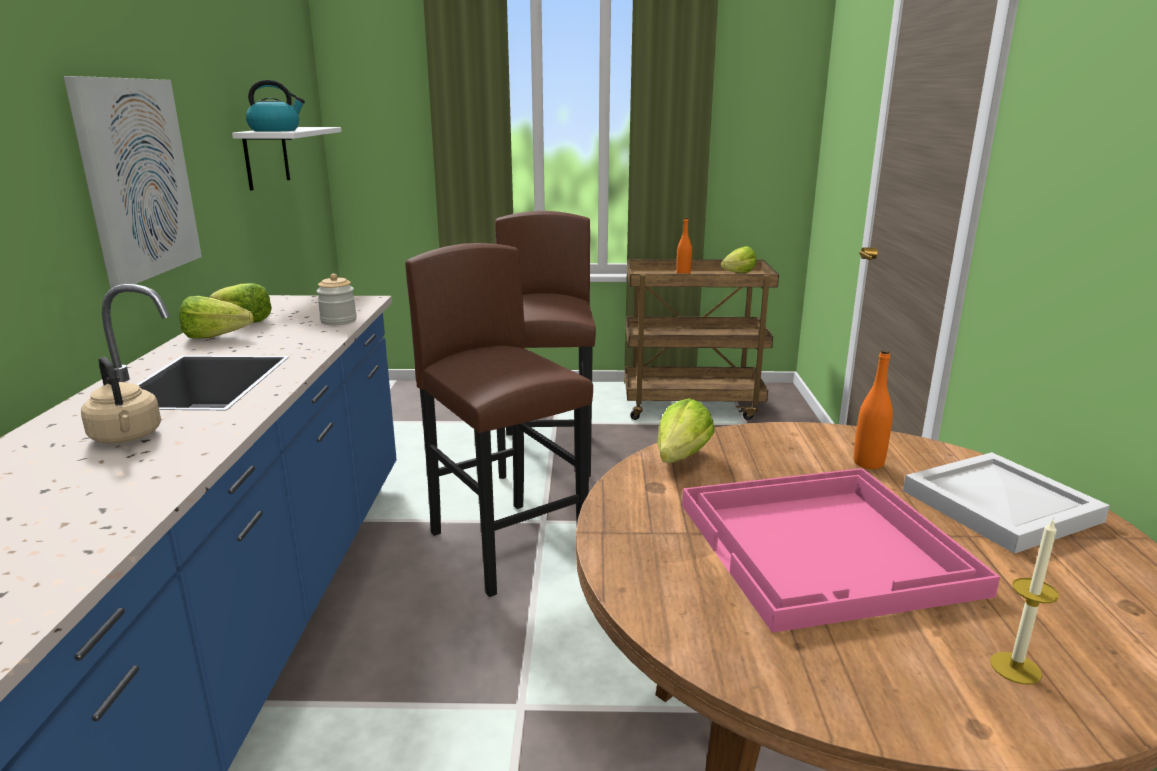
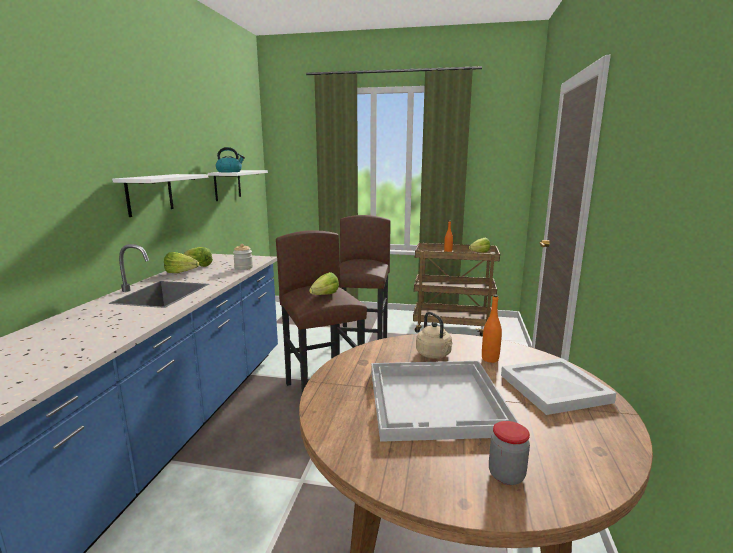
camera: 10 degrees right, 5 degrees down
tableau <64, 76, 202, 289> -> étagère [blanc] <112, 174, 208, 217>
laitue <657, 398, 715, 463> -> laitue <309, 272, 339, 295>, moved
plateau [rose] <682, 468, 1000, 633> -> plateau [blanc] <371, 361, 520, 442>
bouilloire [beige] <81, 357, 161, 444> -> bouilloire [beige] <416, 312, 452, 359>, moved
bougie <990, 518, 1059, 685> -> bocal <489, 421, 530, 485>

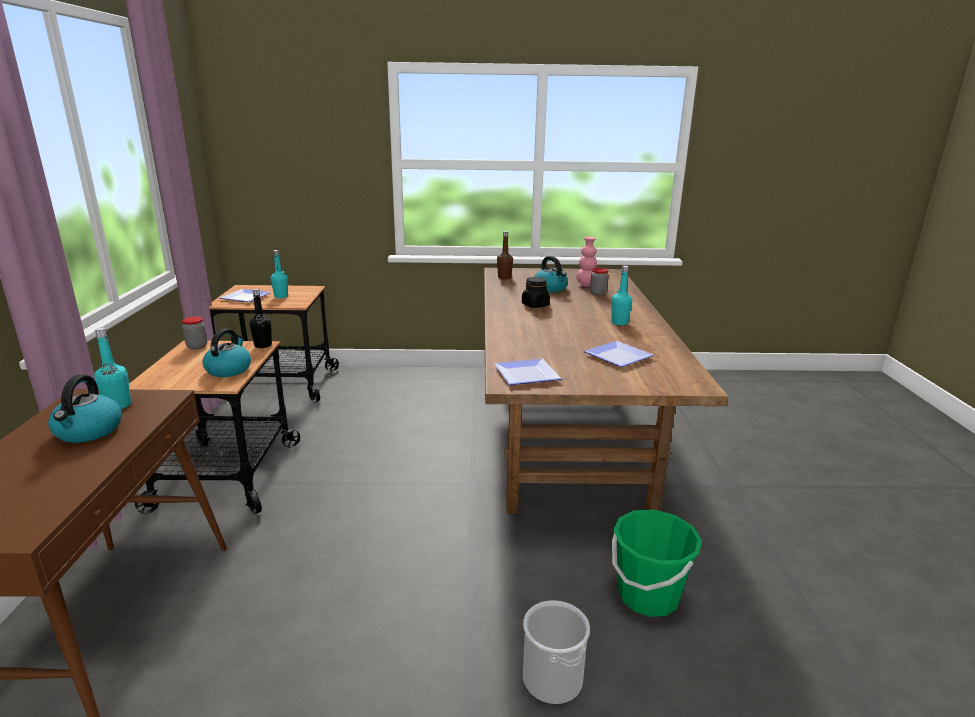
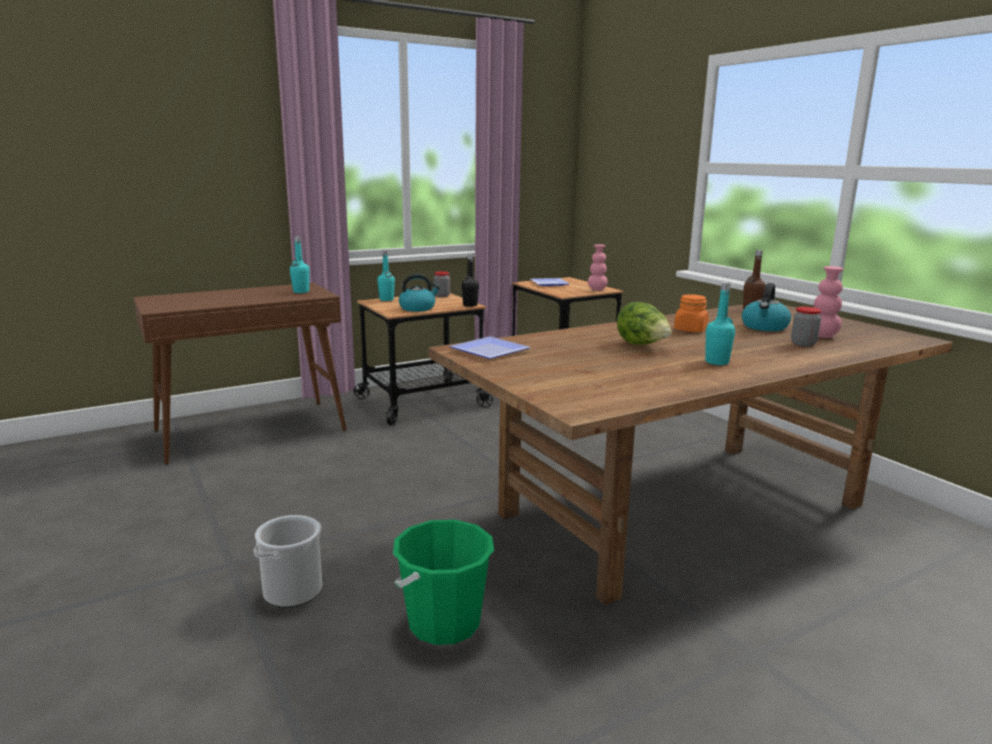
camera: 60 degrees right, 5 degrees down
bouteille [turquoise] <271, 250, 288, 298> -> bouteille [turquoise] <377, 250, 395, 301>, moved
none -> vase [rose] <588, 244, 608, 291>
none -> laitue <617, 302, 672, 345>
bocal [noir] <522, 277, 550, 308> -> bocal [orange] <674, 294, 709, 332>
bouilloire <48, 375, 122, 443> -> none
assiette <584, 341, 654, 367> -> none

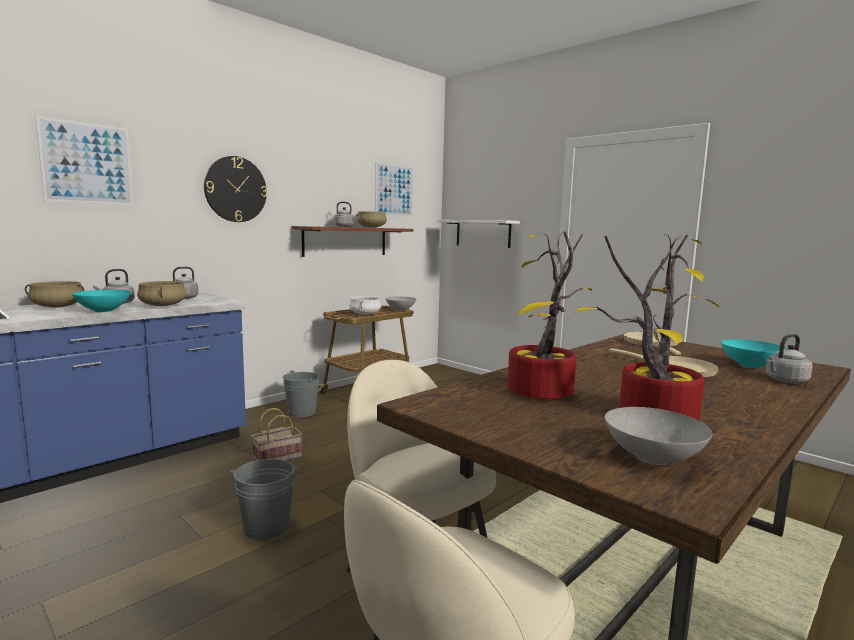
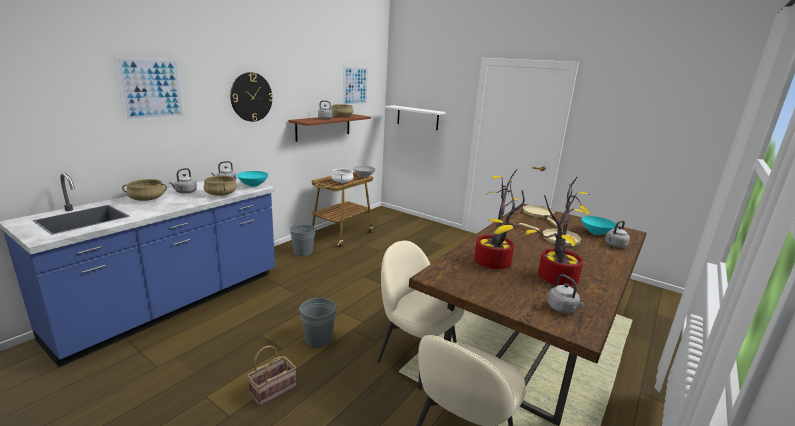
camera: 10 degrees left, 10 degrees up
bol [turquoise] <72, 290, 131, 312> -> bol [turquoise] <237, 171, 268, 187>, moved
panier <251, 408, 302, 461> -> panier <247, 345, 296, 406>, moved
bol [gris] <605, 407, 713, 465> -> bouilloire [gris] <547, 274, 585, 313>

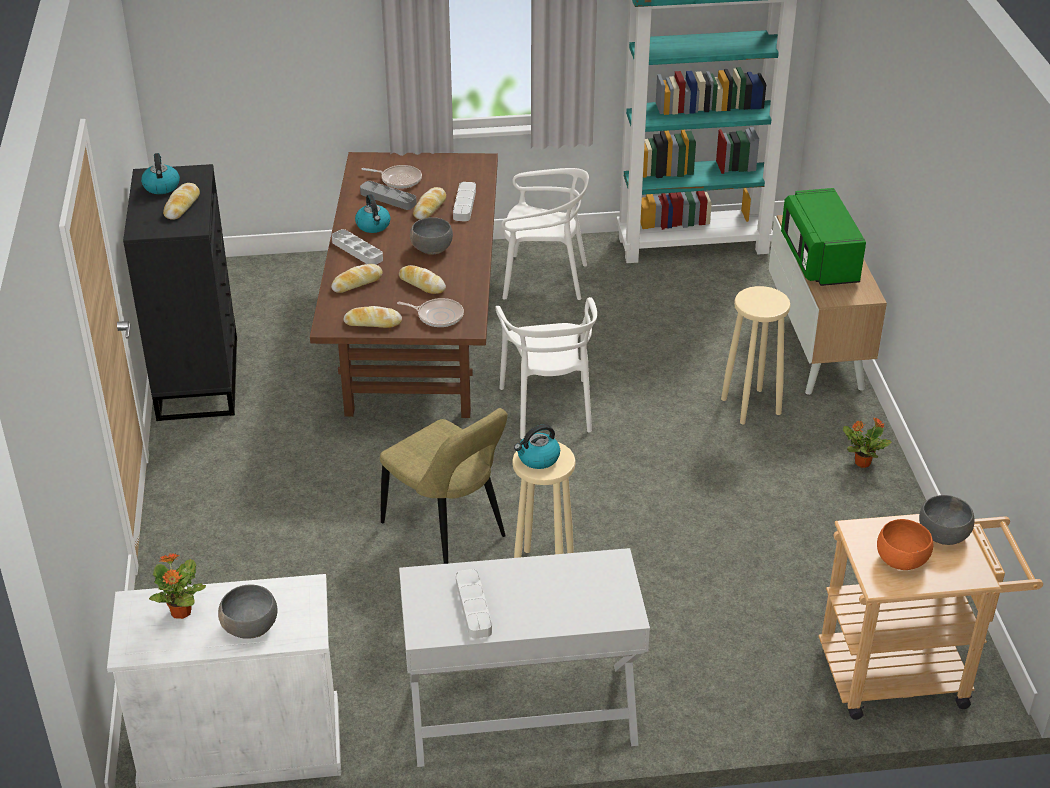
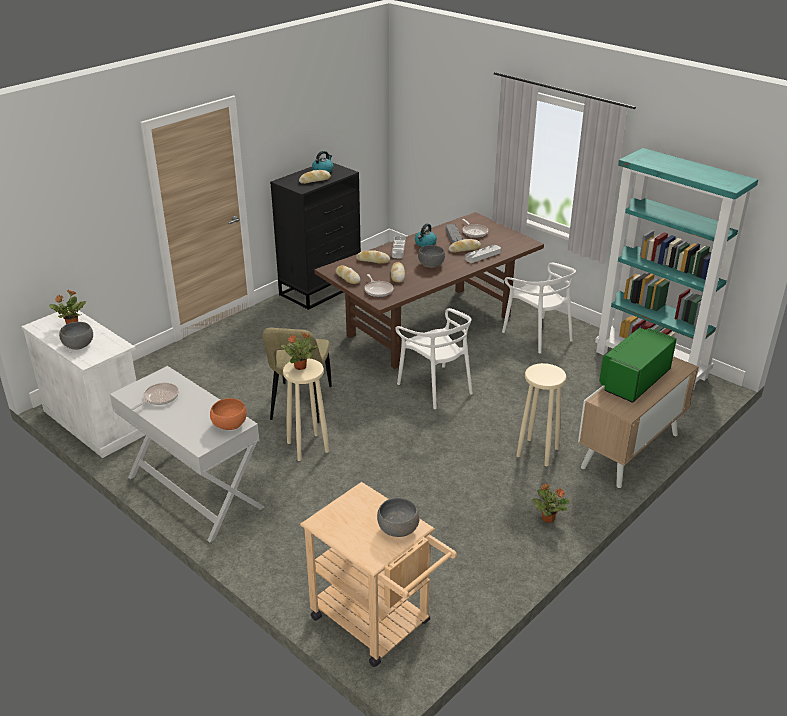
camera: 50 degrees right, 5 degrees down
plateau [gris] <456, 569, 492, 639> -> poêle <131, 383, 179, 410>
bol [orange] <877, 519, 933, 570> -> bol [orange] <210, 398, 247, 430>, moved
bouilloire <514, 424, 560, 469> -> plante en pot <281, 332, 318, 370>
chaise [blanc] <495, 297, 597, 439> -> chaise [blanc] <395, 308, 473, 409>, 75 degrees counterclockwise

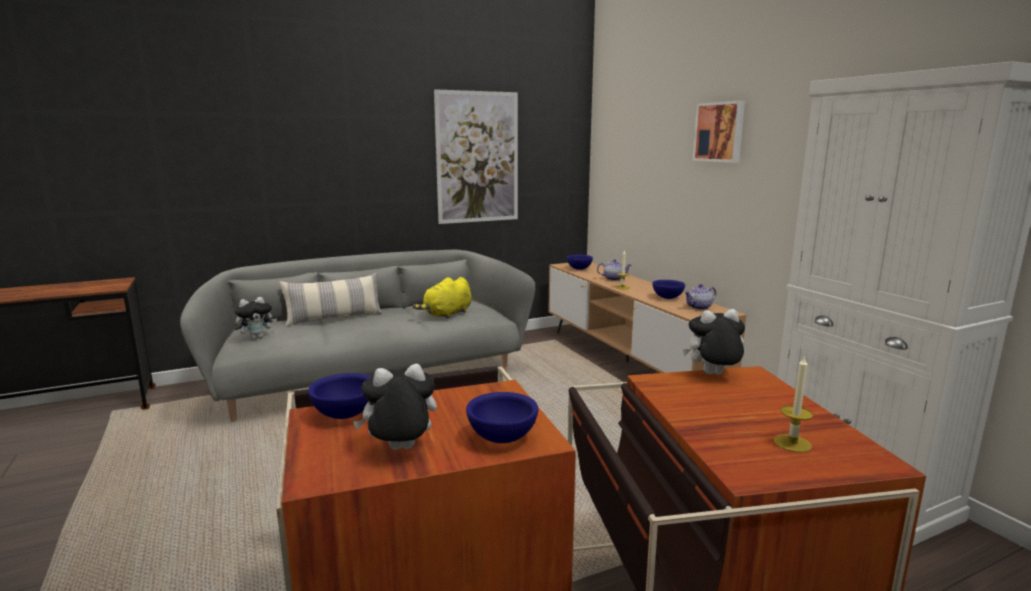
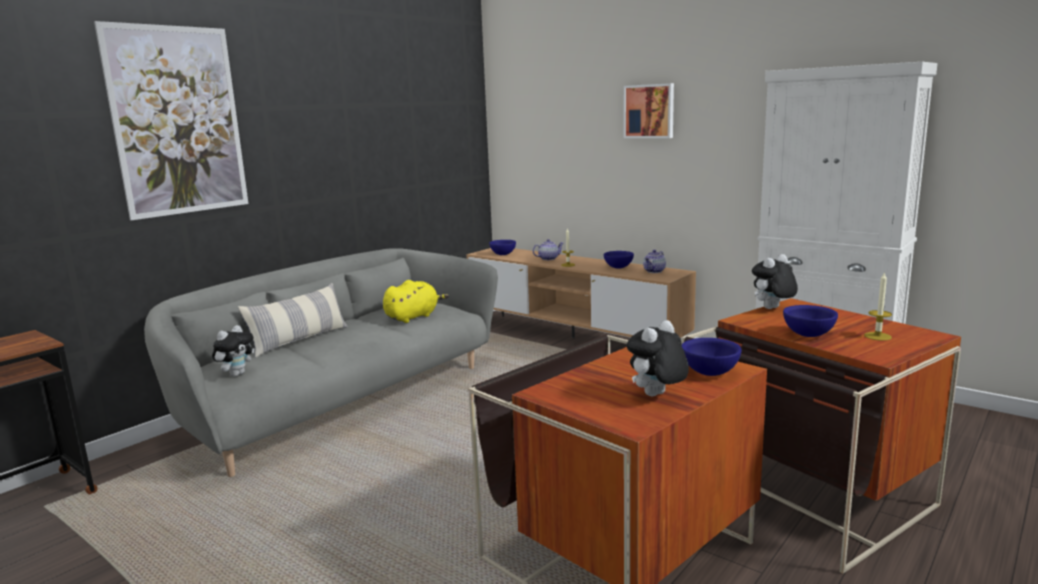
camera: 25 degrees left, 0 degrees up
tableau <434, 89, 518, 224> -> tableau <94, 21, 249, 220>, moved
peluche [jaune] <413, 277, 471, 319> -> peluche [jaune] <383, 280, 449, 323>, 150 degrees counterclockwise
bol [bleu] <308, 373, 371, 419> -> bol [bleu] <783, 305, 838, 337>, moved

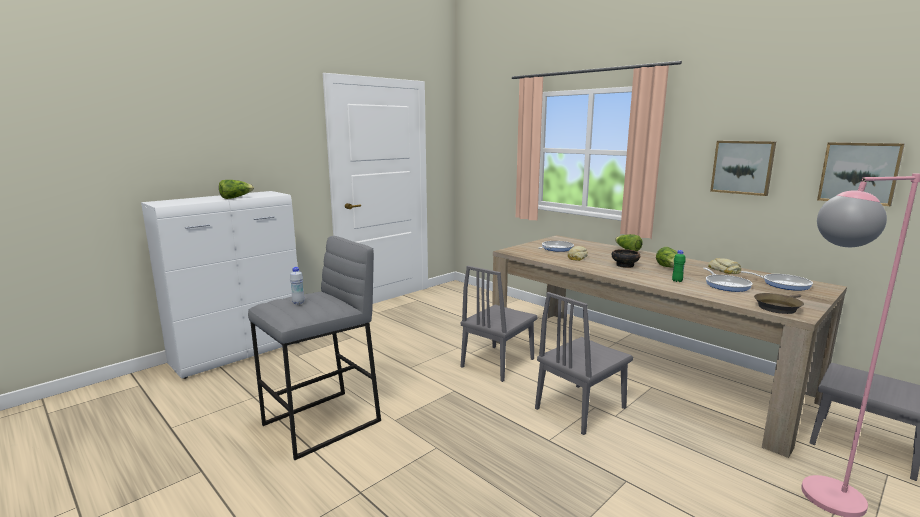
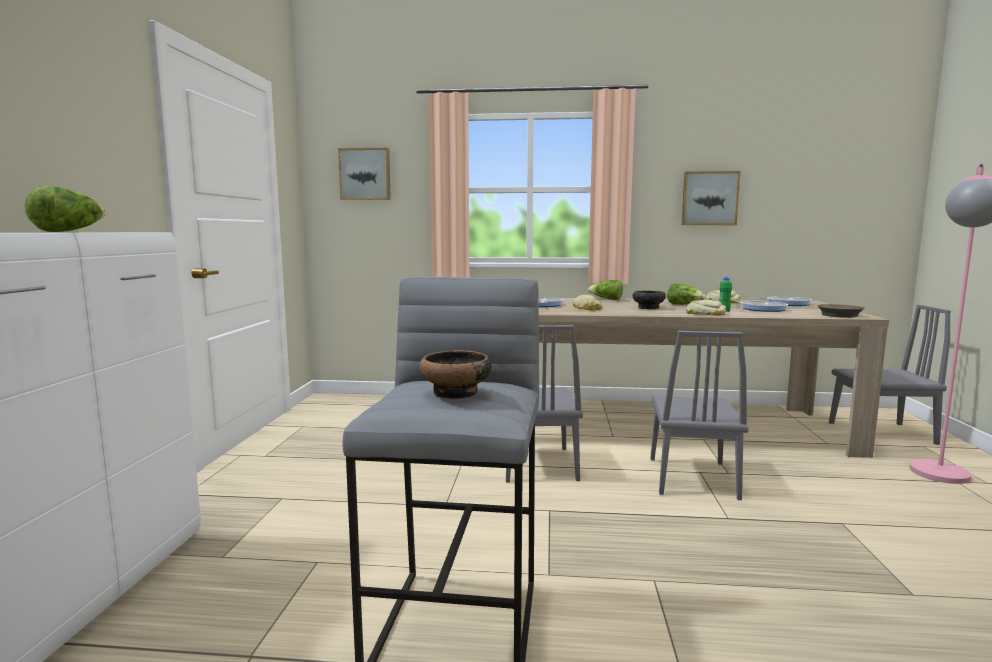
camera: 40 degrees left, 5 degrees down
tableau <817, 142, 905, 206> -> tableau <338, 148, 391, 200>, moved
bouteille [blanc] <290, 267, 304, 304> -> bol <420, 350, 492, 399>
none -> pain <686, 300, 727, 316>

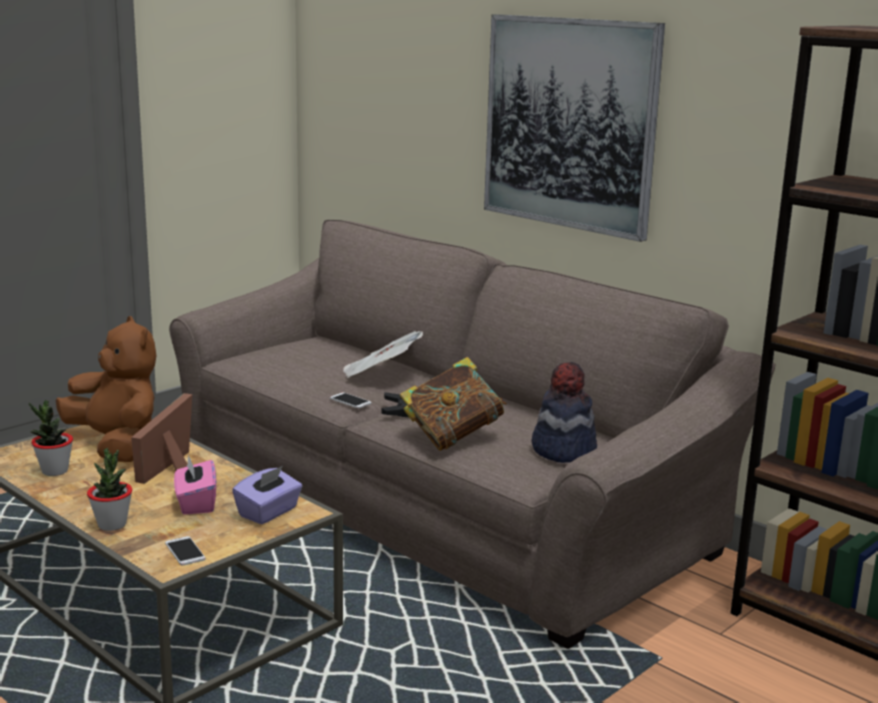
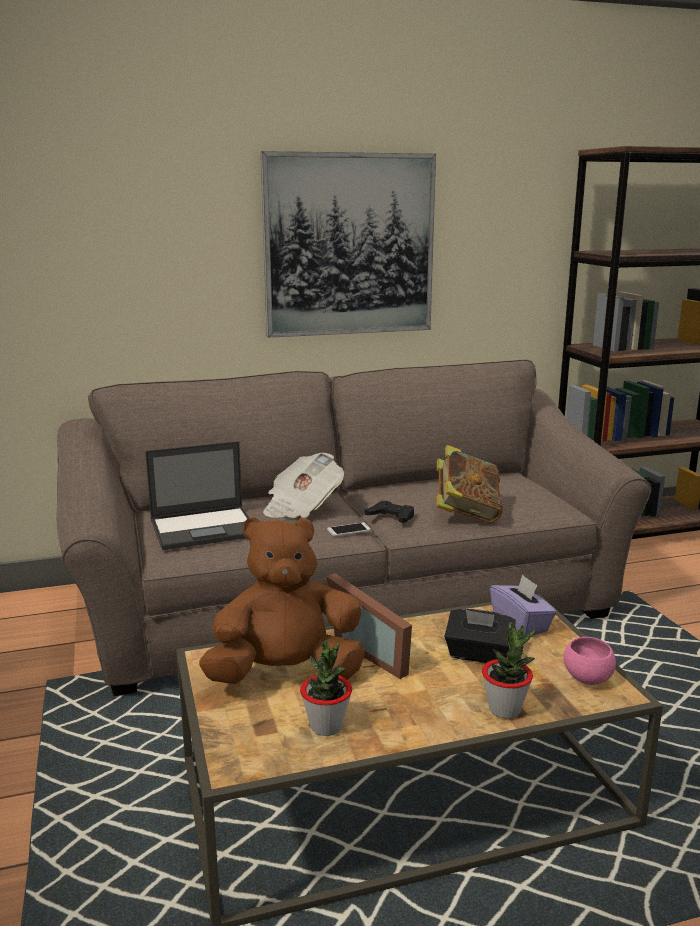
camera: 60 degrees left, 0 degrees up
none -> ordinateur portable <145, 441, 249, 550>
boîte à mouchoirs [rose] <174, 454, 216, 515> -> boîte à mouchoirs [noir] <444, 609, 516, 663>
téléphone <165, 536, 206, 566> -> bol [rose] <563, 637, 616, 685>
chapeau <532, 362, 597, 463> -> none

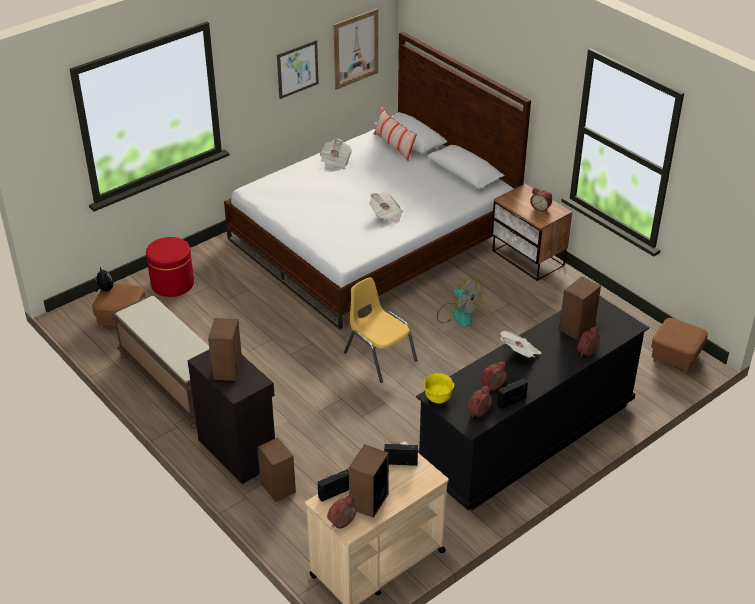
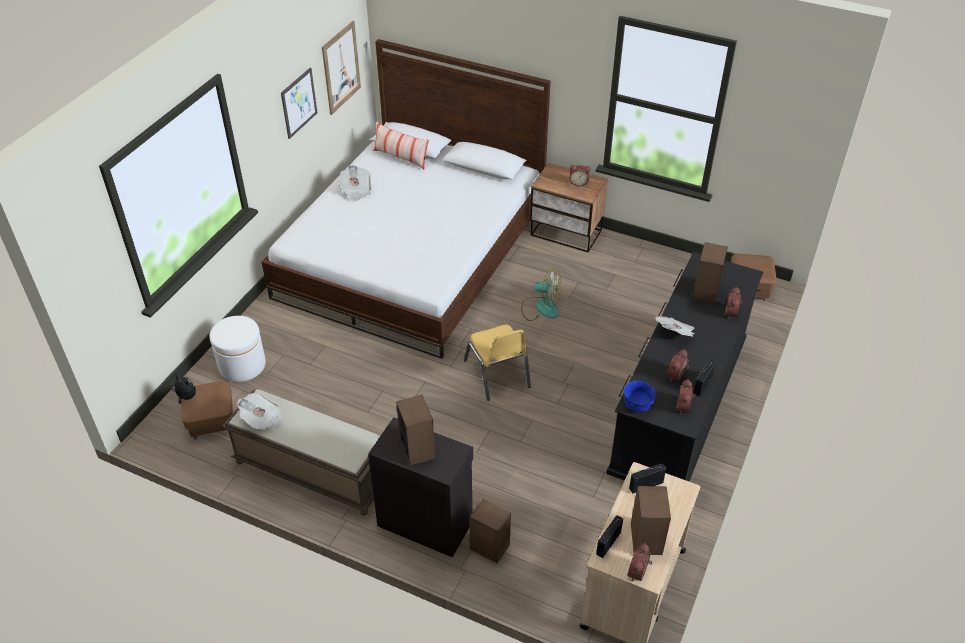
camera: 25 degrees left, 5 degrees up
pouf [rouge] <146, 237, 194, 297> -> pouf [blanc] <210, 316, 266, 382>
journal <369, 192, 403, 224> -> journal <237, 393, 283, 430>, moved
chaise [jaune] <344, 278, 417, 383> -> chaise [jaune] <464, 325, 531, 401>, 135 degrees counterclockwise
bol [jaune] <424, 373, 454, 404> -> bol [bleu] <624, 380, 656, 412>

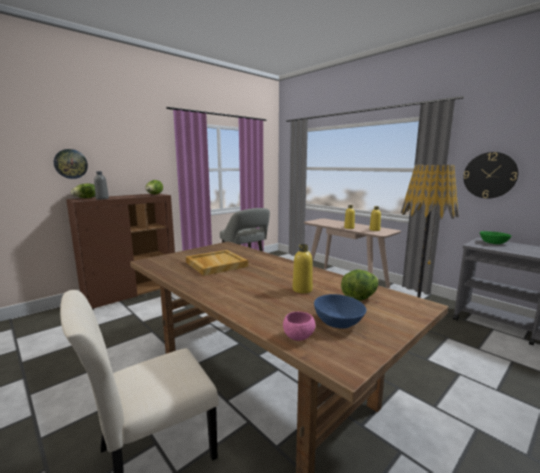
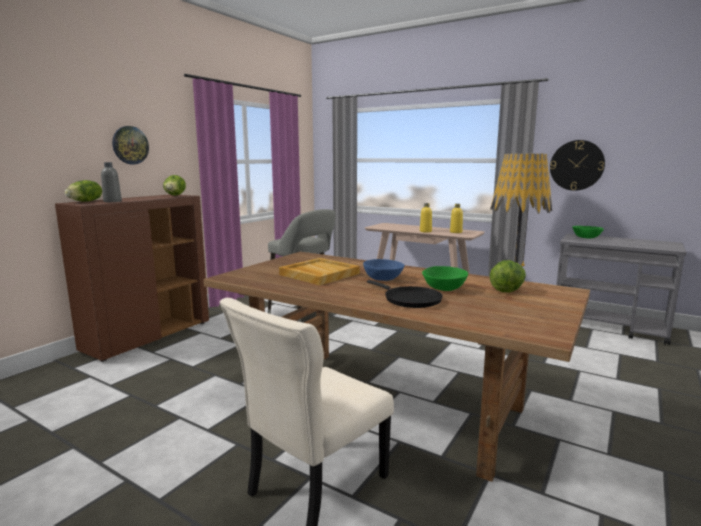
camera: 15 degrees left, 0 degrees up
horloge murale <54, 149, 88, 179> -> horloge murale <112, 126, 149, 164>, moved
bol [bleu] <314, 294, 366, 329> -> bol [bleu] <363, 259, 405, 281>, moved
none -> poêle [noir] <367, 280, 443, 308>
bouteille [jaune] <293, 244, 313, 293> -> bol [vert] <422, 266, 468, 291>
bol [rose] <283, 312, 315, 341> -> none

